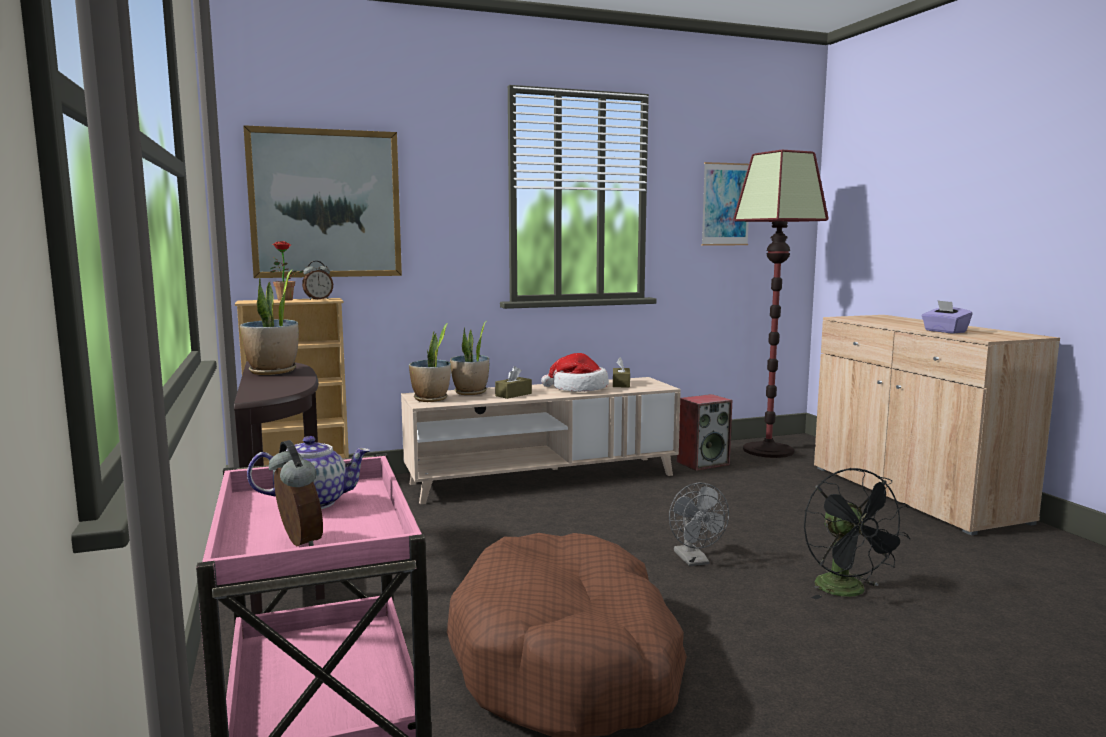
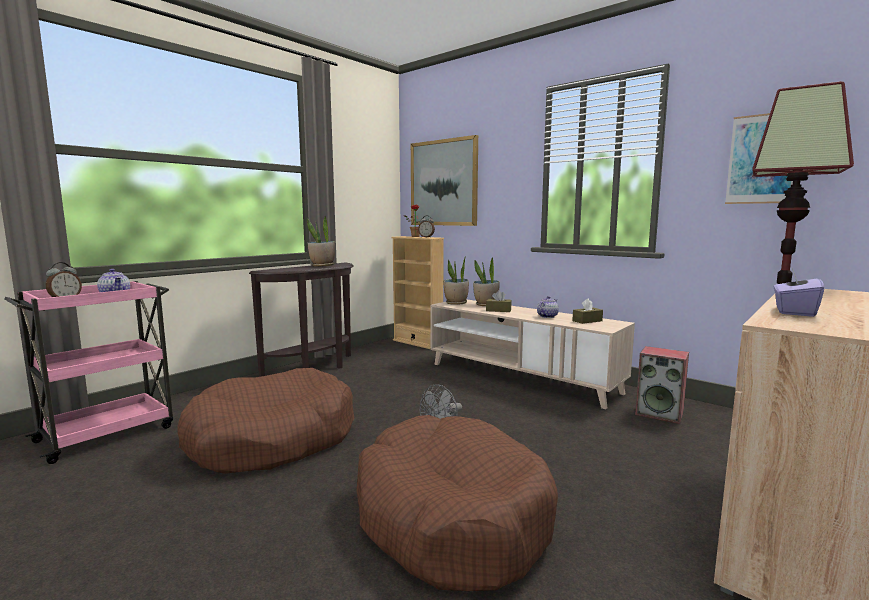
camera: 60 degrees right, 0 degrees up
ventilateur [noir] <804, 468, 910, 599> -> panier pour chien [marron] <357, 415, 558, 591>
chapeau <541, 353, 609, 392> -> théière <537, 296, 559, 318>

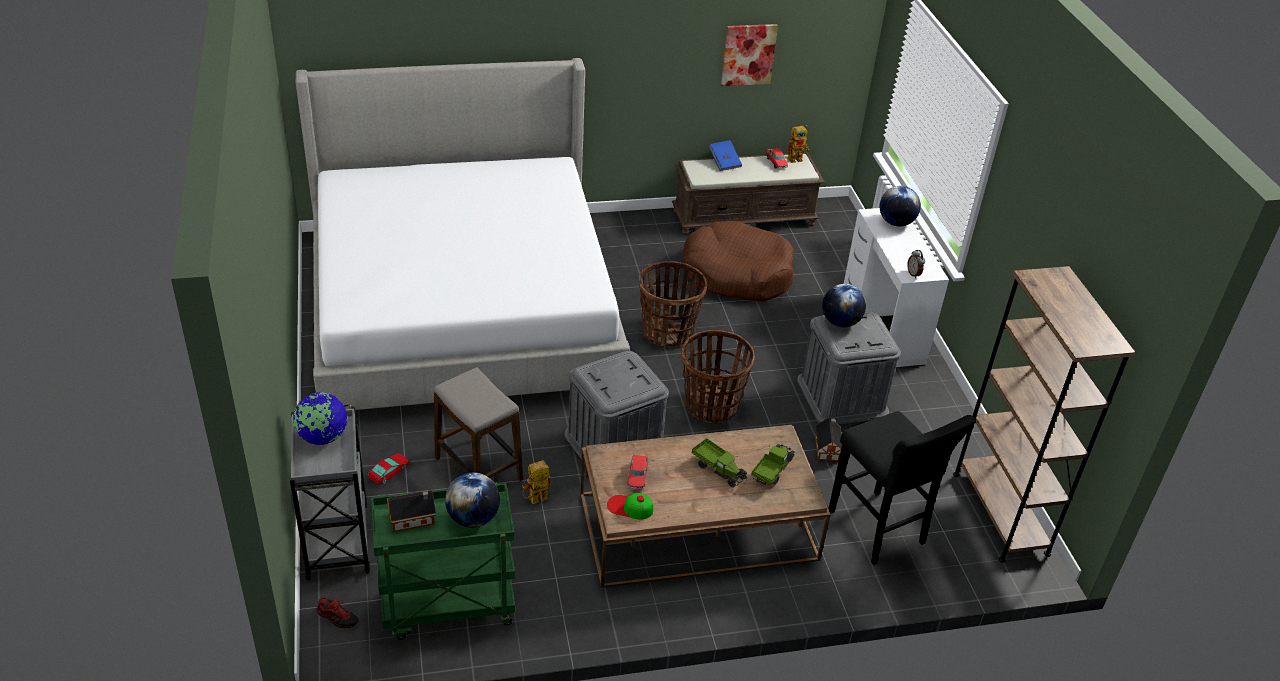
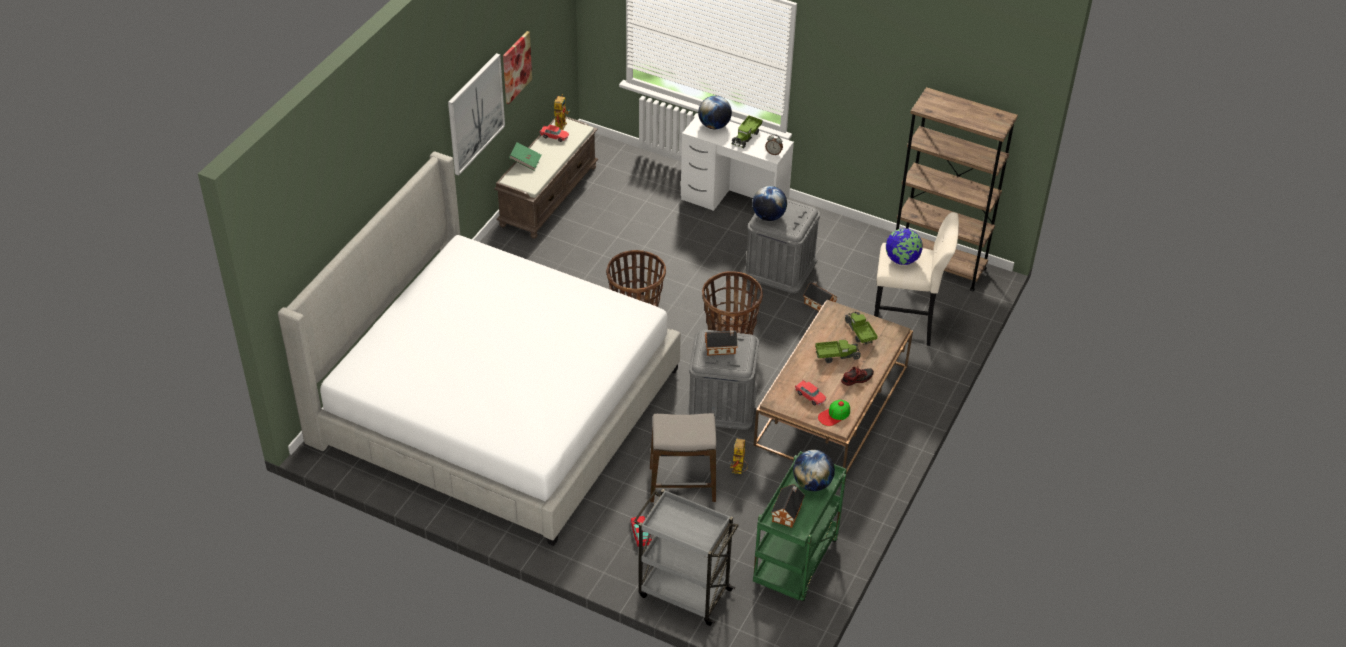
camera: 50 degrees left, 5 degrees up
none -> tableau <448, 53, 505, 176>
livre [bleu] <709, 140, 742, 171> -> livre [vert] <509, 142, 542, 171>
none -> maison miniature <705, 330, 738, 356>
none -> camion jouet <732, 116, 762, 149>
chaussure <317, 597, 359, 628> -> chaussure <841, 366, 874, 386>, moved
tabouret [noir] <829, 411, 976, 565> -> tabouret [beige] <874, 212, 959, 346>
globe <293, 392, 347, 445> -> globe <886, 228, 923, 265>, moved
panier pour chien [marron] <683, 221, 794, 301> -> none

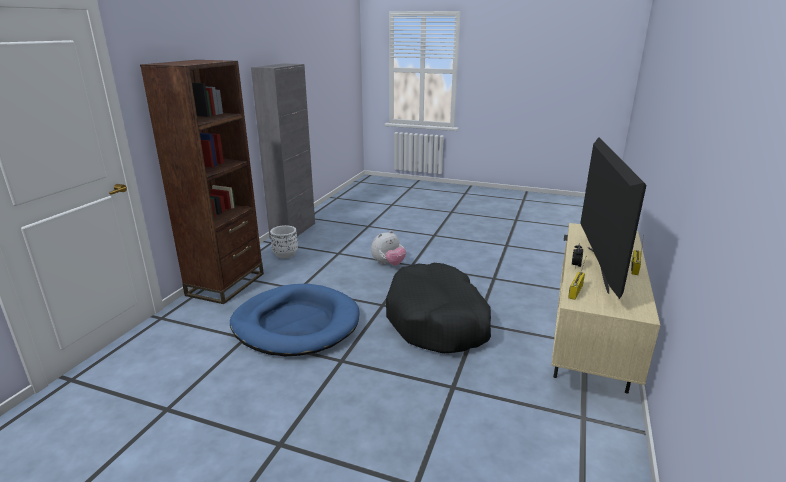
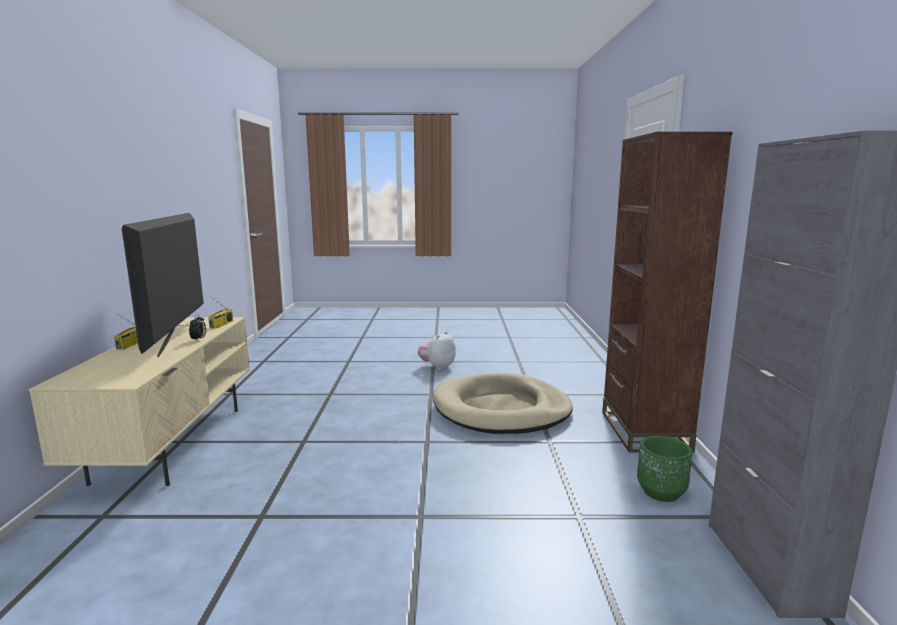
camera: 160 degrees right, 10 degrees down
peluche <371, 230, 406, 265> -> peluche <418, 331, 456, 370>, moved
panier pour chien [bleu] <230, 284, 360, 356> -> panier pour chien [beige] <433, 372, 573, 434>
cache-pot [blanc] <270, 225, 298, 258> -> cache-pot [vert] <637, 436, 693, 502>
panier pour chien [noir] <386, 263, 491, 353> -> none

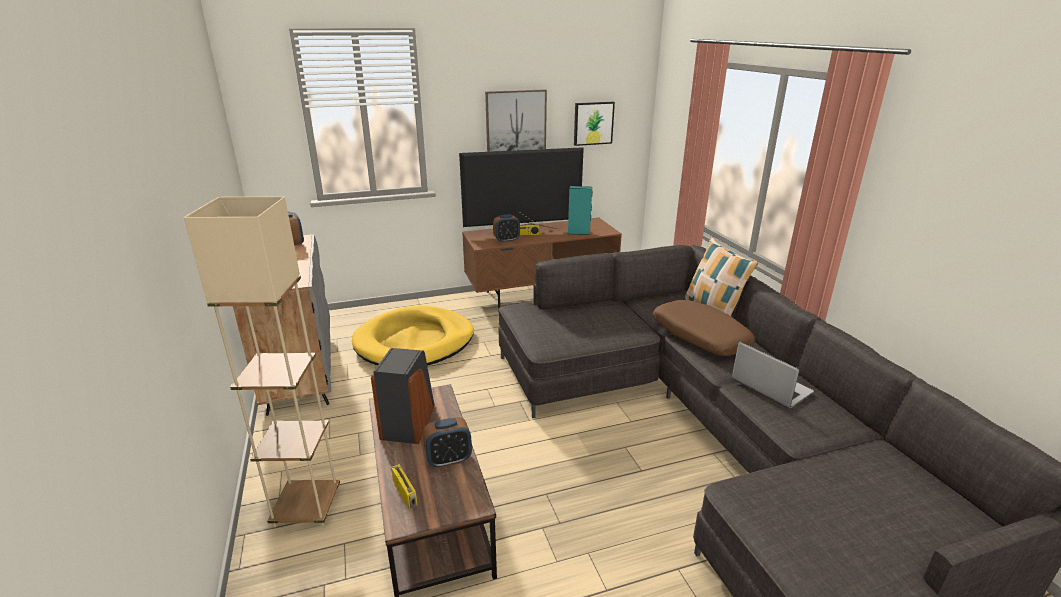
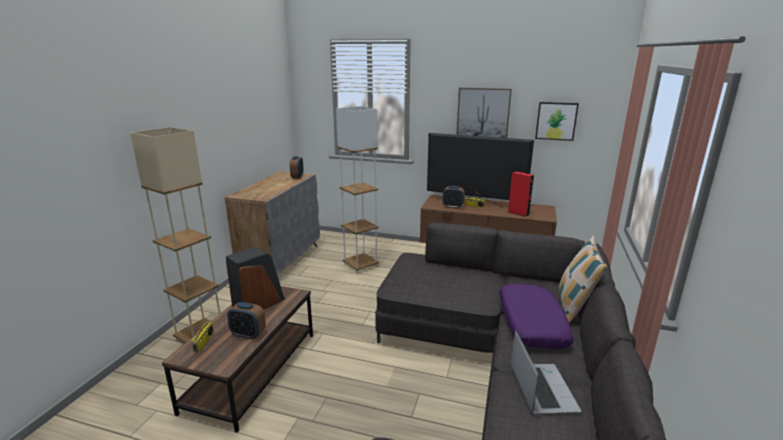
camera: 35 degrees right, 5 degrees down
panier pour chien [jaune] <352, 306, 474, 366> -> lampadaire [blanc] <336, 106, 379, 274>
coussin [marron] <653, 300, 755, 356> -> coussin [violet] <499, 284, 574, 349>
enceinte [turquoise] <567, 186, 592, 235> -> enceinte [rouge] <508, 172, 534, 217>

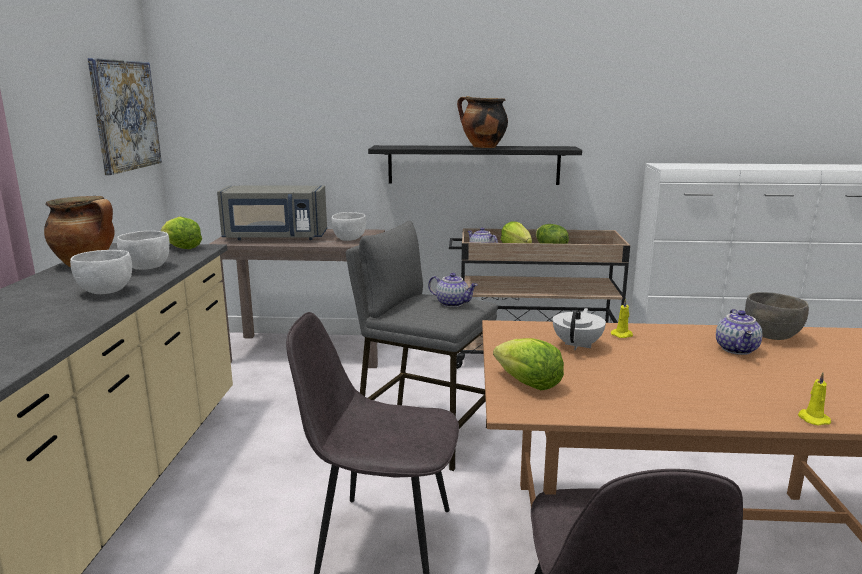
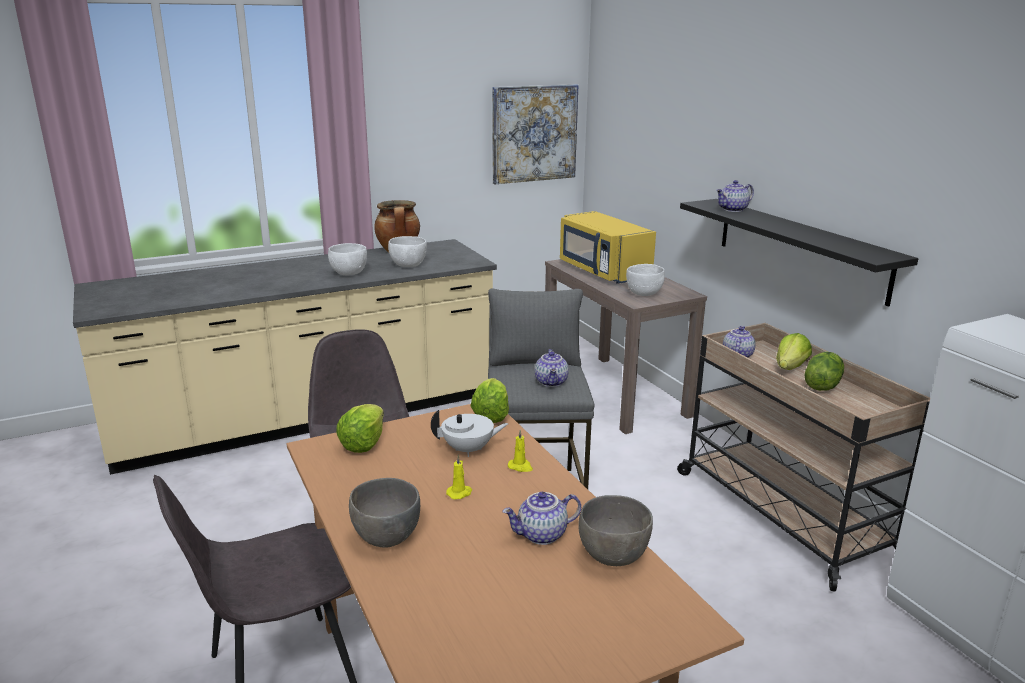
camera: 60 degrees right, 5 degrees up
none -> bol [gris] <349, 478, 420, 548>
bougie [jaune] <798, 372, 831, 425> -> bougie [jaune] <446, 455, 472, 500>, moved
laitue <161, 217, 202, 249> -> laitue <471, 378, 509, 423>, moved
micro-ondes [gris] <217, 186, 327, 240> -> micro-ondes [jaune] <560, 211, 656, 284>
none -> théière <716, 180, 754, 212>
marmite <457, 96, 508, 148> -> none

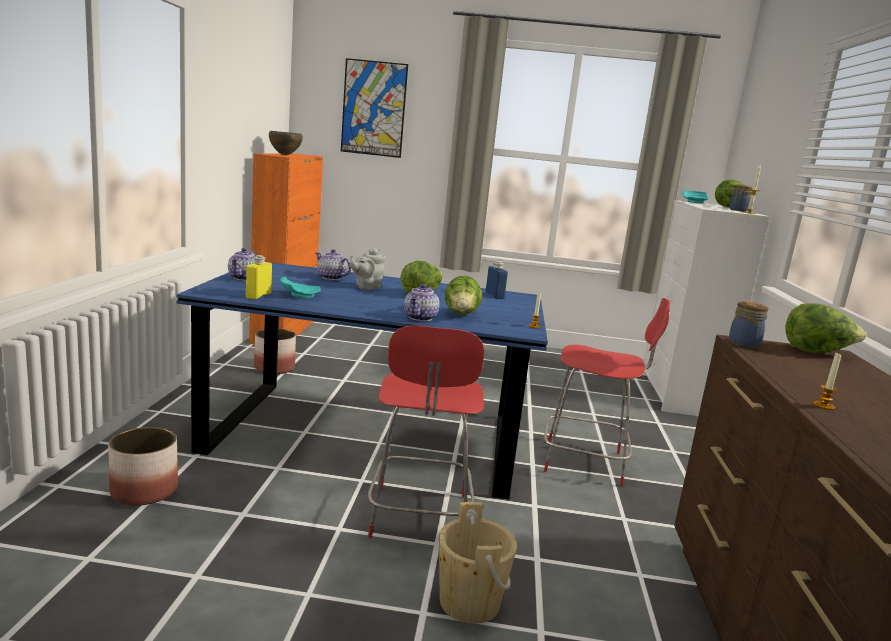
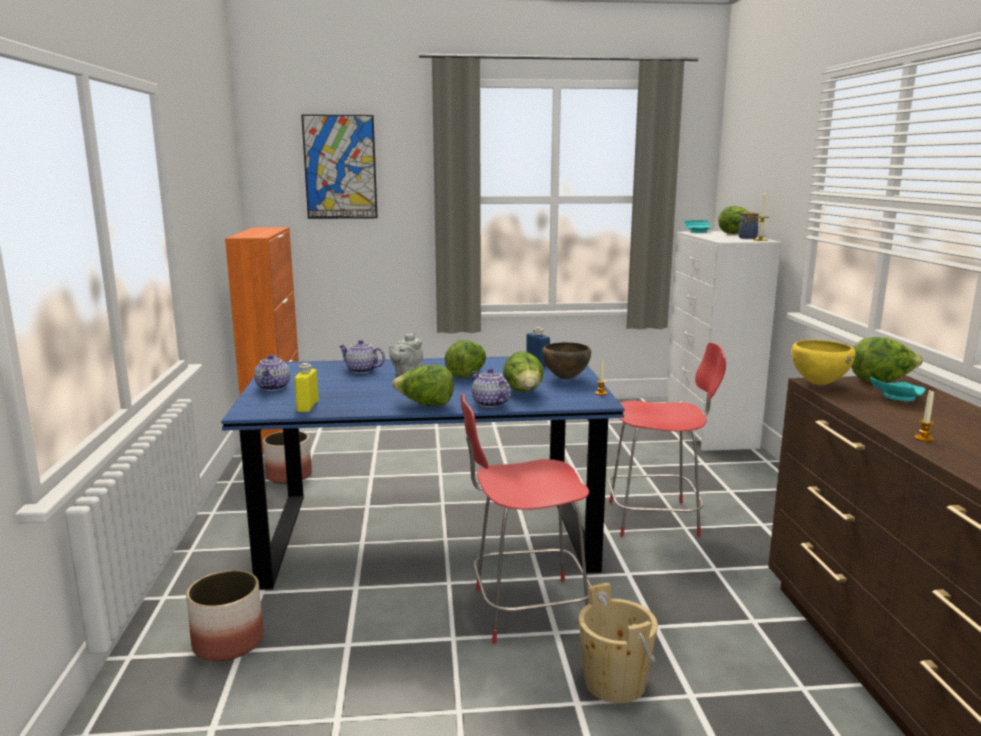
camera: 10 degrees left, 0 degrees up
none -> laitue <392, 364, 454, 406>
chaise [rouge] <368, 325, 484, 538> -> chaise [rouge] <461, 394, 592, 644>, 90 degrees clockwise
théière <404, 284, 439, 321> -> théière <472, 368, 511, 408>, 135 degrees clockwise
bol [marron] <269, 131, 303, 155> -> bol [marron] <542, 342, 591, 379>, moved
bocal <729, 301, 769, 348> -> bol [jaune] <792, 340, 856, 385>
assiette [turquoise] <280, 277, 321, 298> -> assiette [turquoise] <870, 377, 926, 401>, moved

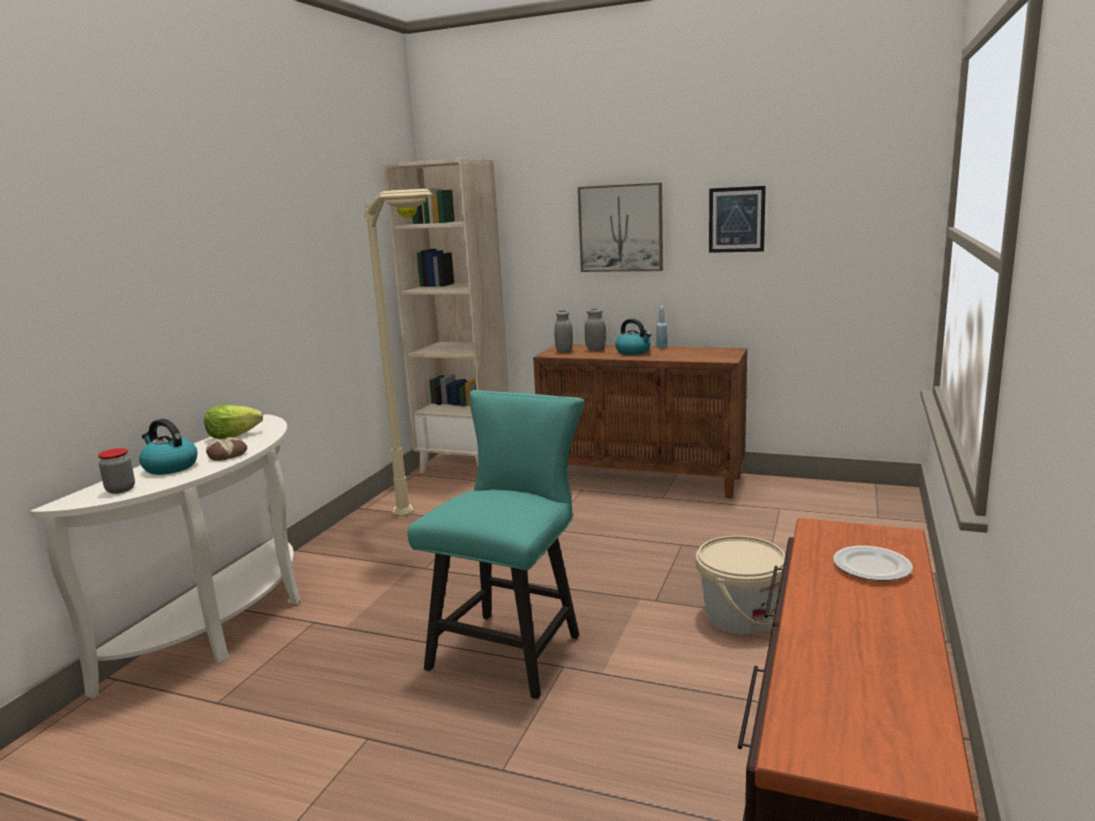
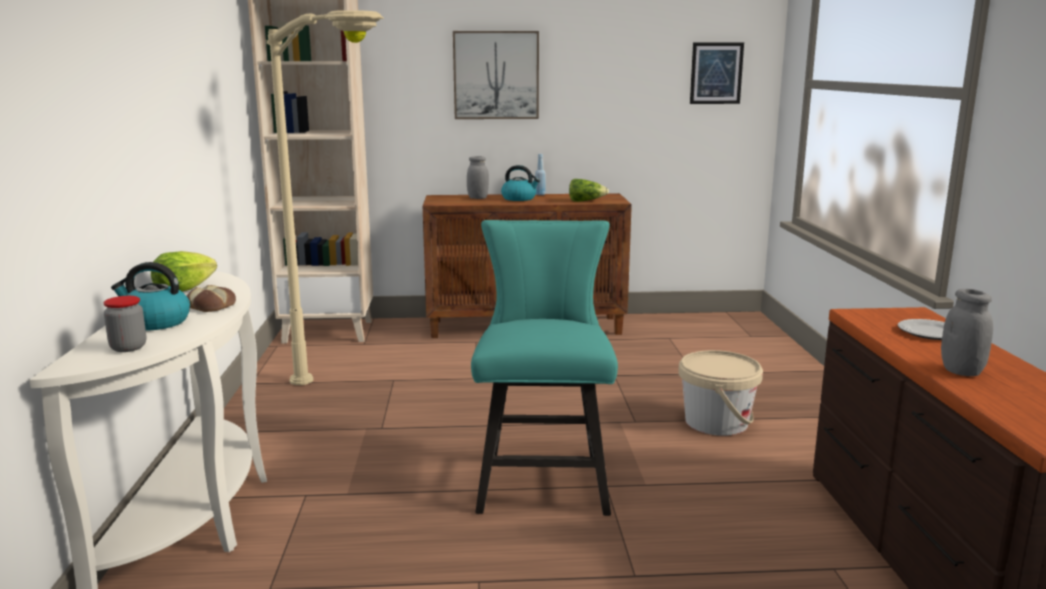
camera: 25 degrees left, 0 degrees up
none -> laitue <569, 179, 609, 202>
tableau <709, 186, 766, 253> -> tableau <690, 42, 744, 104>, moved
bocal [gris] <555, 310, 573, 353> -> bocal [gris] <941, 289, 993, 376>, moved

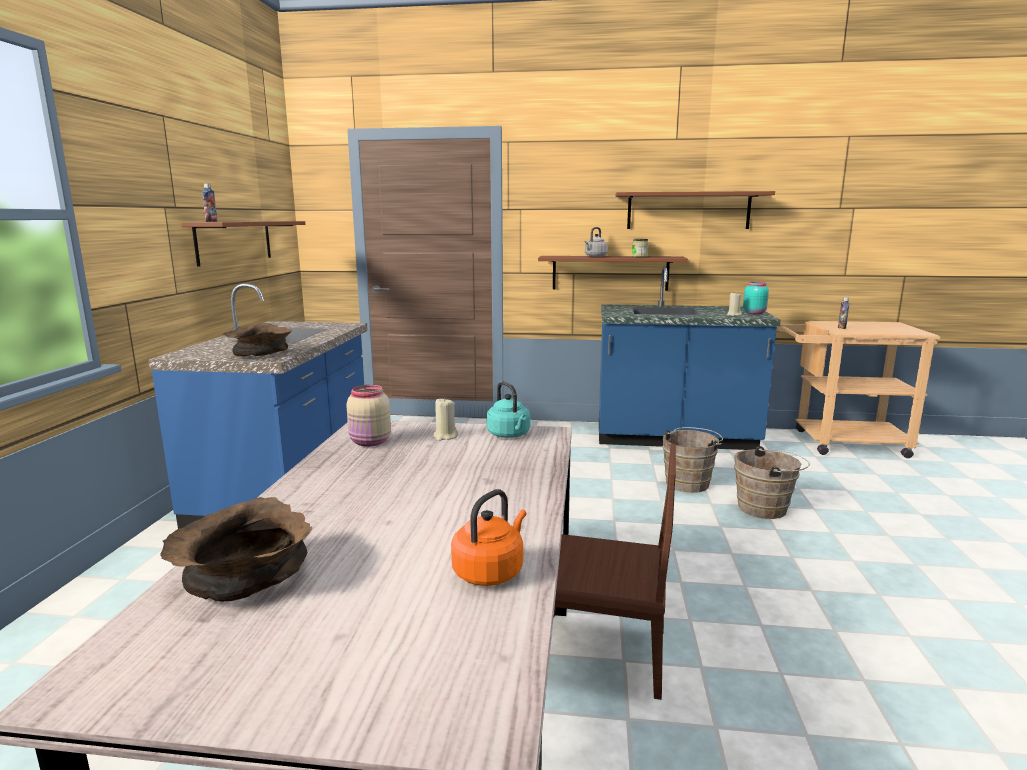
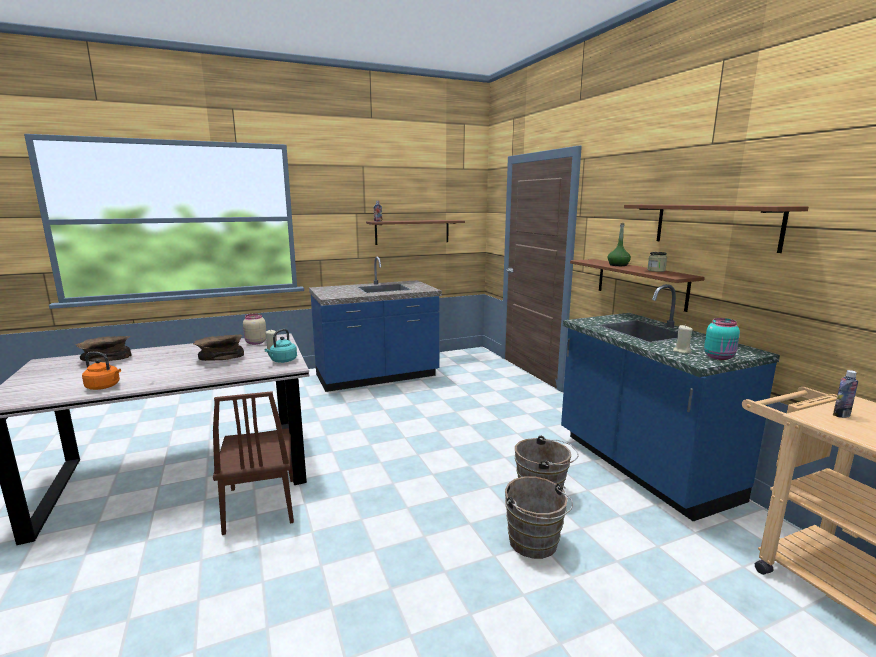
camera: 60 degrees right, 0 degrees up
bol [marron] <223, 323, 292, 356> -> bol [marron] <193, 334, 244, 361>, moved
bouilloire [gris] <585, 227, 608, 257> -> bouteille [vert] <608, 223, 631, 266>

